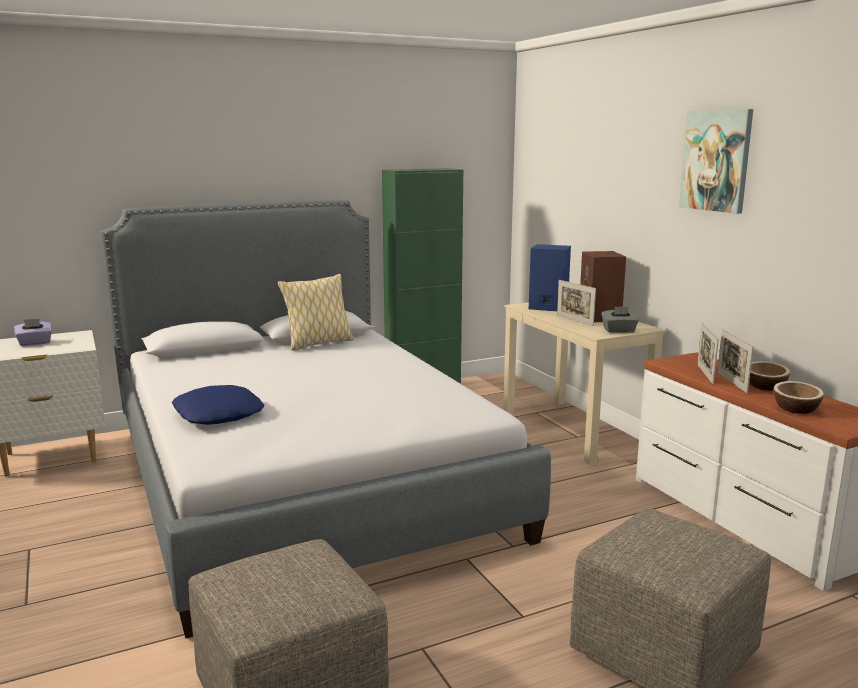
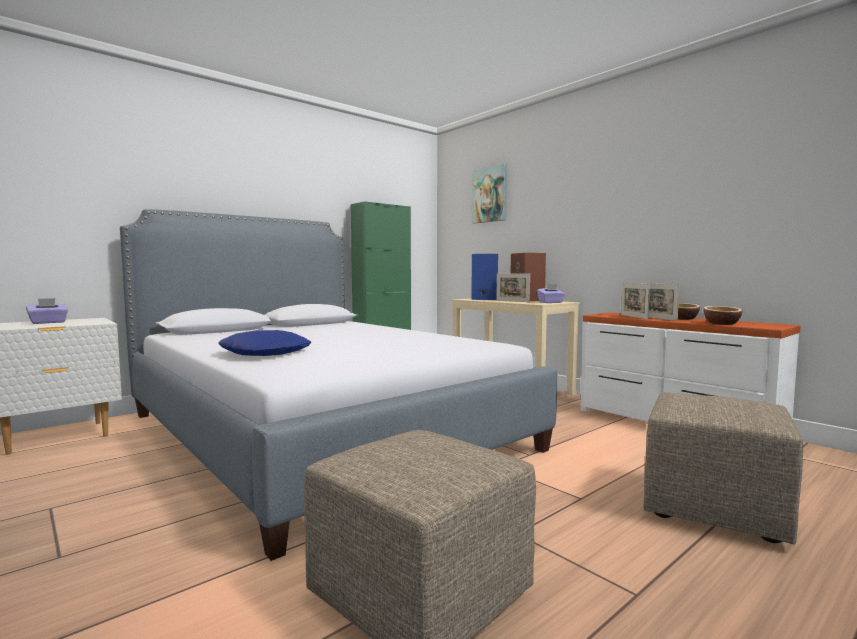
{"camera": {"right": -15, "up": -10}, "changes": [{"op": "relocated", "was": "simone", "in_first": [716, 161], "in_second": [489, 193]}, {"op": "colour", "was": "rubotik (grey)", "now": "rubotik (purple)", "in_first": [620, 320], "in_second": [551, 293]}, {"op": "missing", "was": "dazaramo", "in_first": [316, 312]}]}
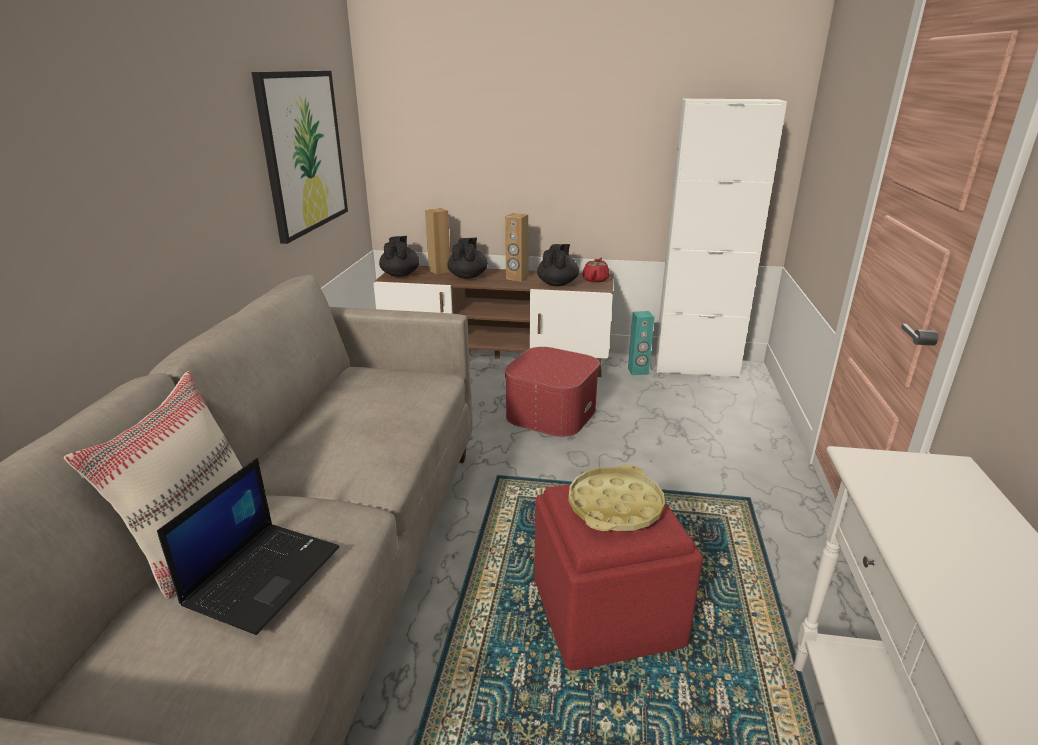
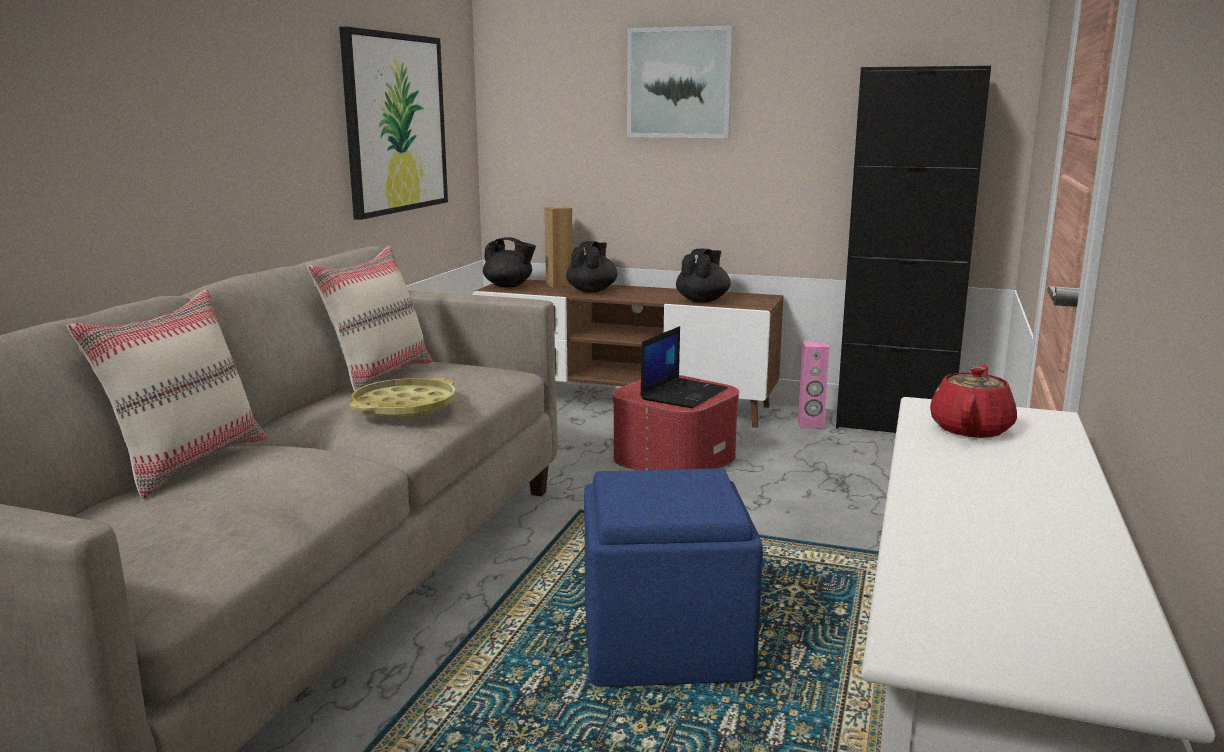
{"camera": {"right": 10, "up": -10}, "changes": [{"op": "appeared", "now": "dazaramo (beige)", "in_second": [369, 318]}, {"op": "relocated", "was": "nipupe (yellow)", "in_first": [616, 497], "in_second": [403, 399]}, {"op": "spun", "was": "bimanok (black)", "in_first": [399, 256], "in_second": [509, 262], "clockwise": 105}, {"op": "colour", "was": "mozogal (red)", "now": "mozogal (blue)", "in_first": [618, 572], "in_second": [673, 577]}, {"op": "appeared", "now": "simone", "in_second": [680, 81]}, {"op": "relocated", "was": "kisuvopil", "in_first": [248, 546], "in_second": [684, 367]}, {"op": "colour", "was": "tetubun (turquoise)", "now": "tetubun (pink)", "in_first": [641, 343], "in_second": [813, 385]}, {"op": "colour", "was": "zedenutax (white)", "now": "zedenutax (black)", "in_first": [721, 238], "in_second": [913, 249]}, {"op": "relocated", "was": "bimanok (red)", "in_first": [596, 270], "in_second": [973, 401]}, {"op": "missing", "was": "tetubun (brown)", "in_first": [516, 247]}]}
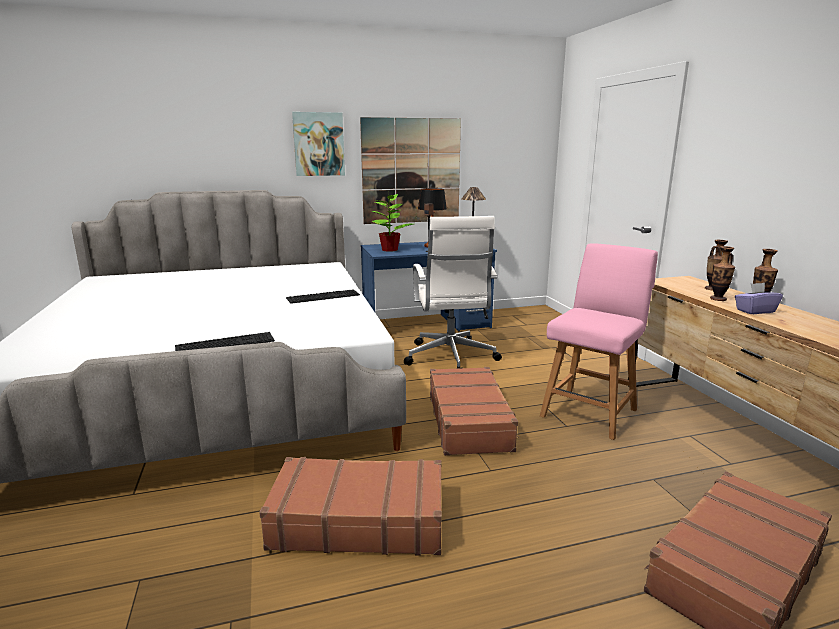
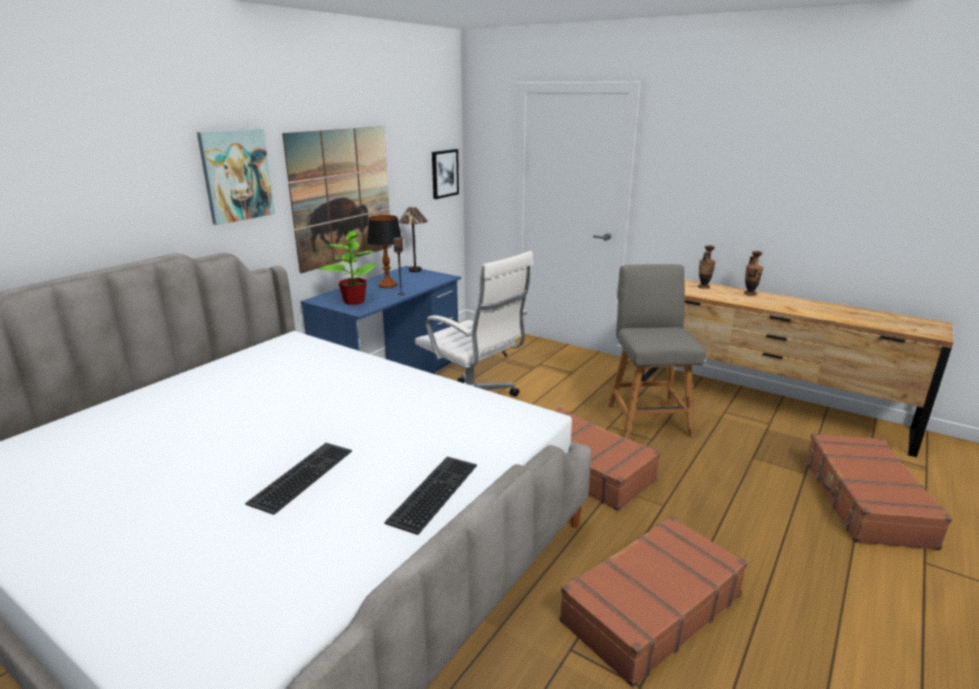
{"camera": {"right": -40, "up": 5}, "changes": [{"op": "relocated", "was": "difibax", "in_first": [323, 296], "in_second": [298, 479]}, {"op": "appeared", "now": "simone", "in_second": [445, 174]}, {"op": "colour", "was": "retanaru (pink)", "now": "retanaru (grey)", "in_first": [599, 341], "in_second": [657, 351]}, {"op": "missing", "was": "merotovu", "in_first": [722, 273]}, {"op": "missing", "was": "rubotik (purple)", "in_first": [759, 298]}]}
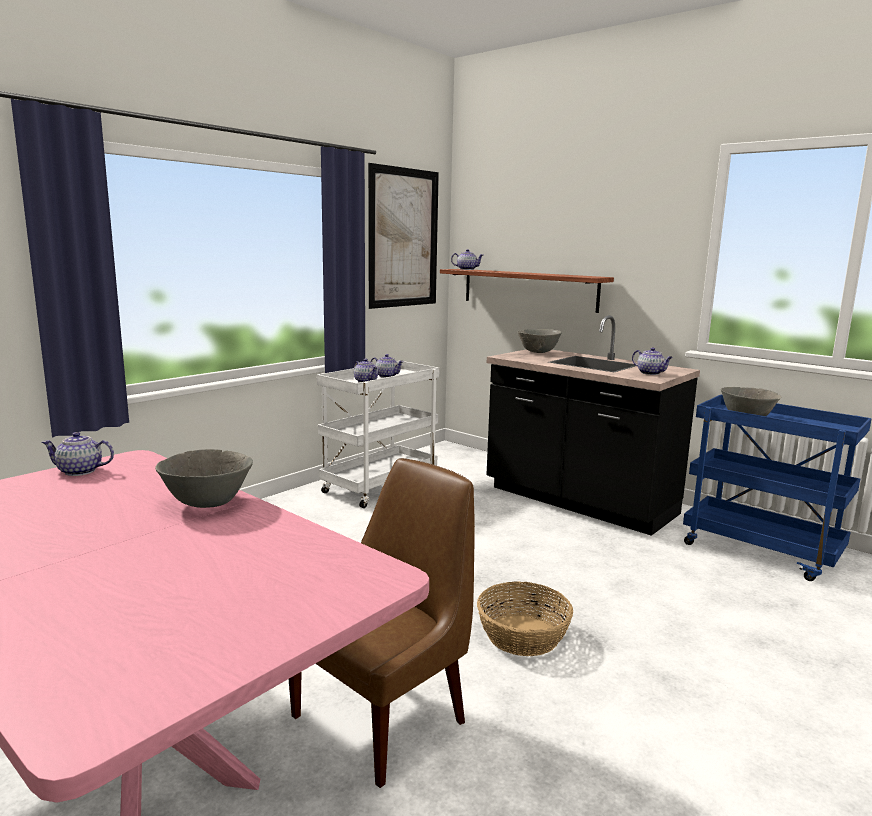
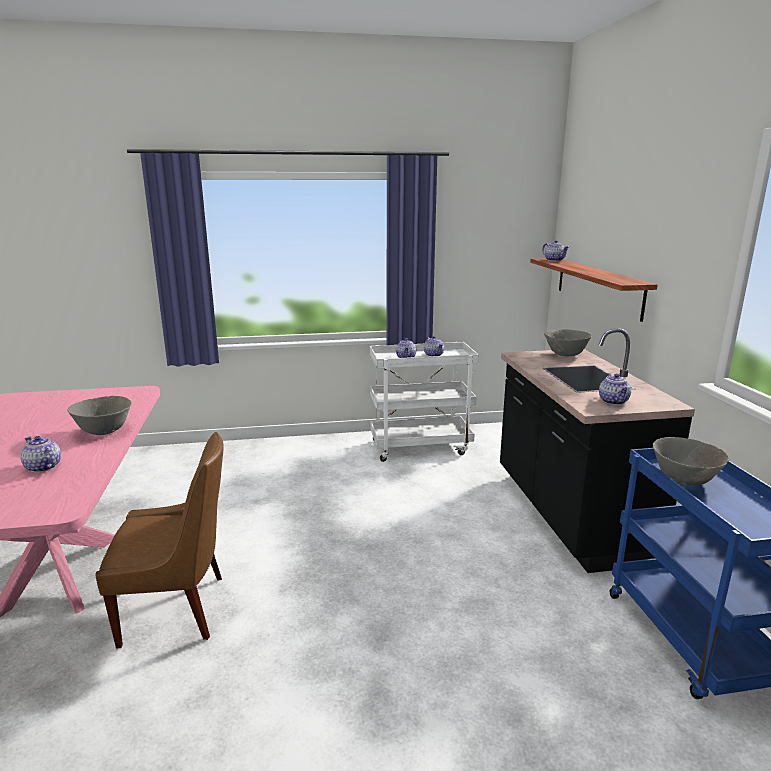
{"camera": {"right": 40, "up": 5}, "changes": [{"op": "relocated", "was": "bimanok", "in_first": [78, 454], "in_second": [40, 454]}, {"op": "missing", "was": "simone", "in_first": [403, 236]}, {"op": "missing", "was": "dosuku", "in_first": [525, 618]}]}
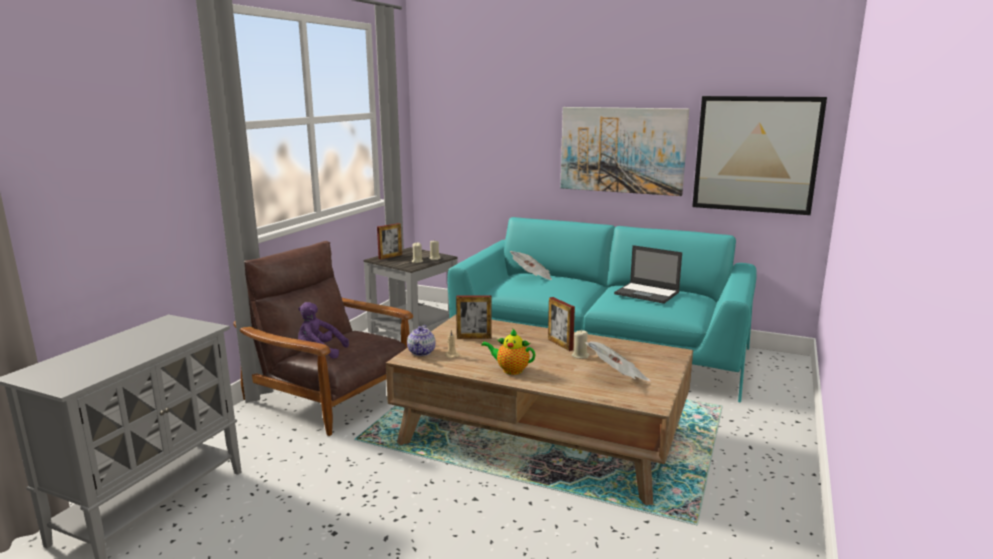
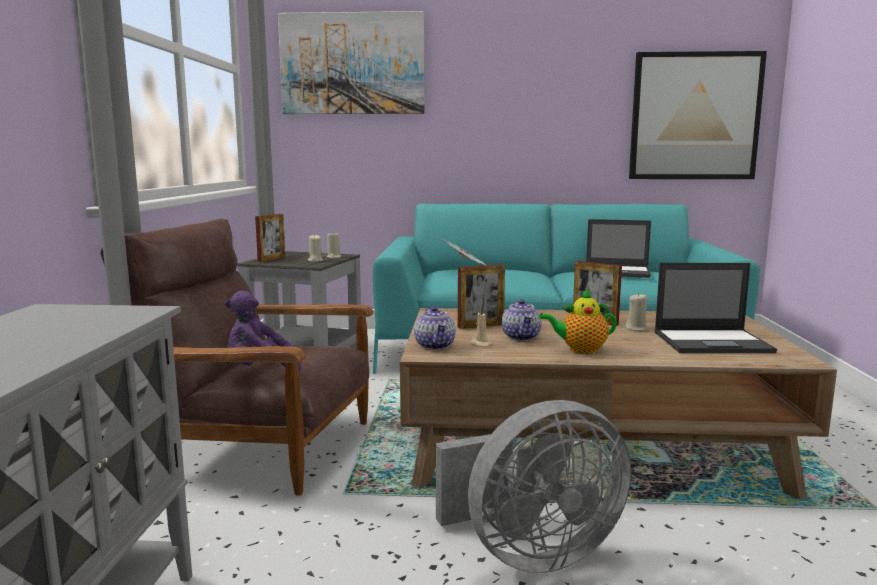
{"camera": {"right": -20, "up": -5}, "changes": [{"op": "relocated", "was": "simone", "in_first": [624, 151], "in_second": [351, 62]}, {"op": "appeared", "now": "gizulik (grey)", "in_second": [533, 486]}, {"op": "appeared", "now": "bimanok", "in_second": [522, 320]}, {"op": "exchanged", "was": "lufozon", "now": "kisuvopil", "in_first": [618, 361], "in_second": [715, 308]}]}
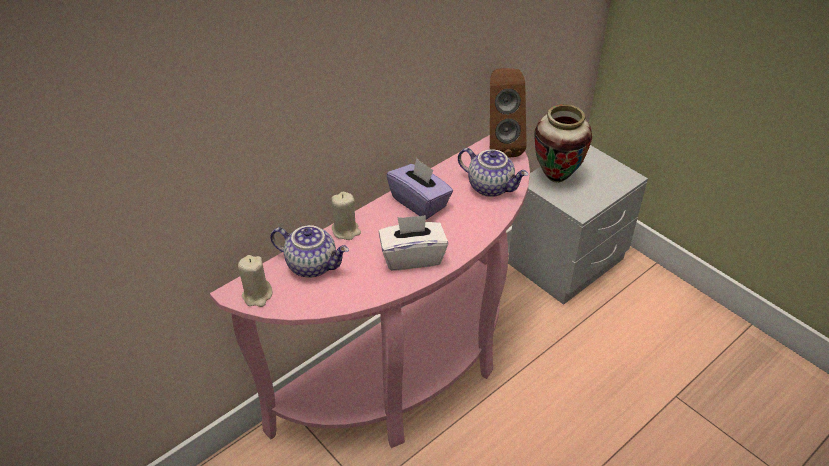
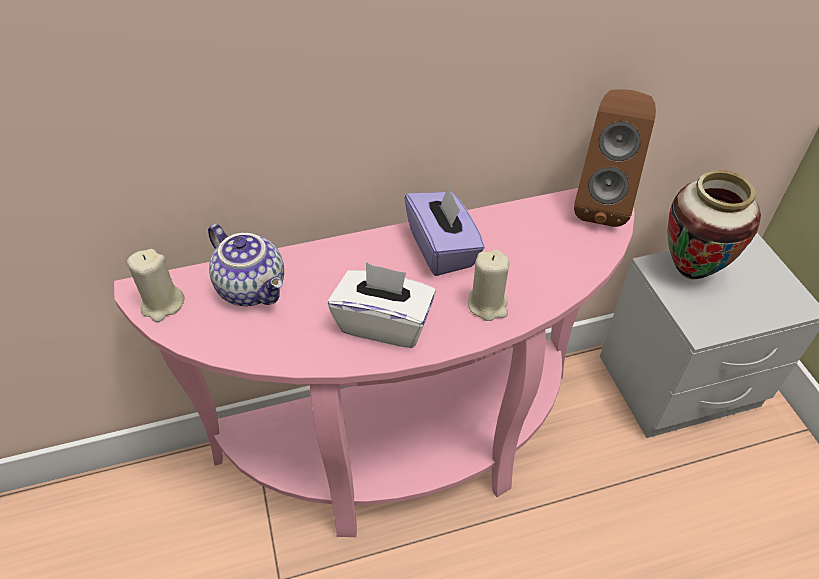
{"camera": {"right": 25, "up": 5}, "changes": [{"op": "relocated", "was": "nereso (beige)", "in_first": [346, 216], "in_second": [489, 285]}, {"op": "missing", "was": "bimanok", "in_first": [493, 172]}]}
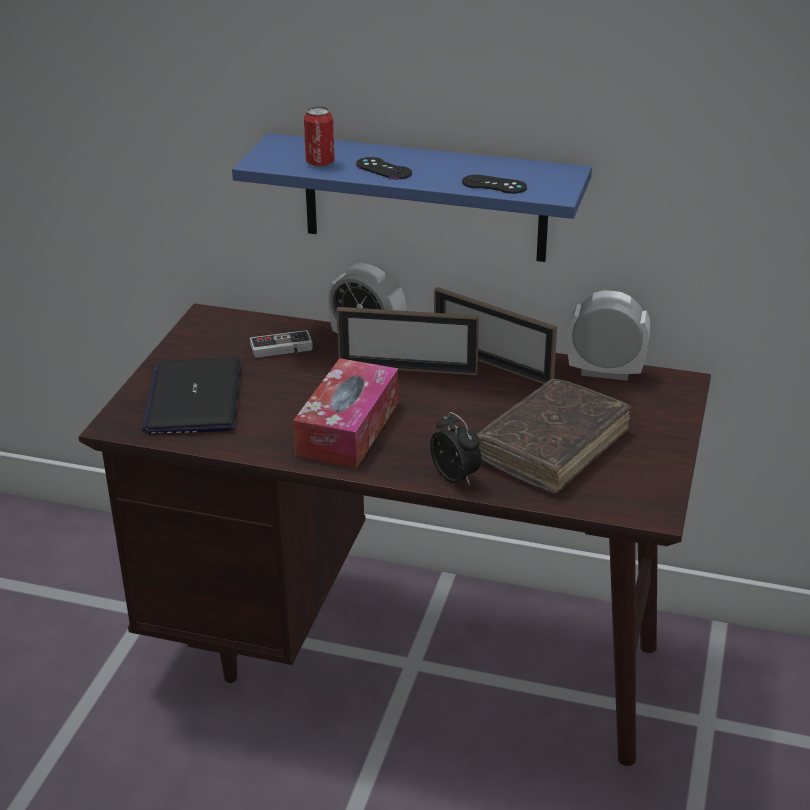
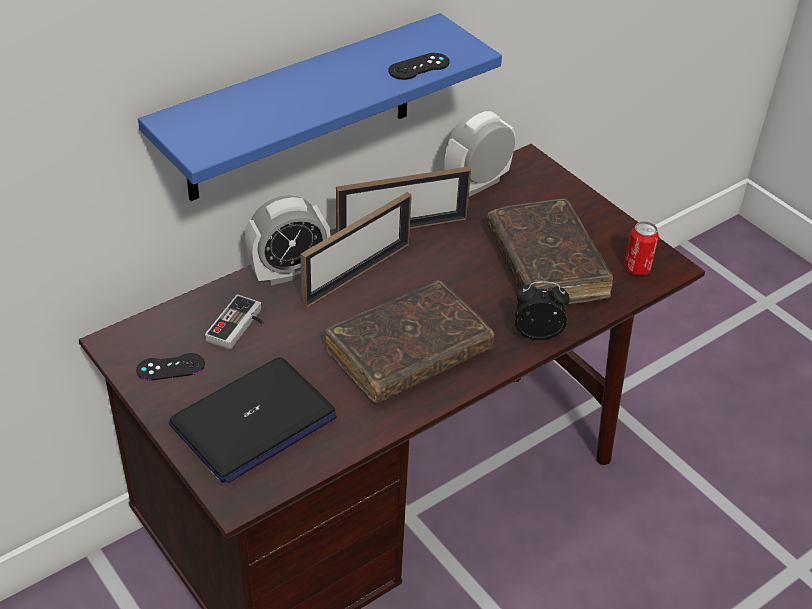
{"camera": {"right": -55, "up": 10}, "changes": [{"op": "relocated", "was": "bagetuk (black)", "in_first": [384, 168], "in_second": [170, 367]}, {"op": "spun", "was": "kisuvopil", "in_first": [191, 395], "in_second": [252, 420], "clockwise": -75}, {"op": "exchanged", "was": "rubotik", "now": "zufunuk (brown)", "in_first": [345, 413], "in_second": [409, 342]}, {"op": "relocated", "was": "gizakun", "in_first": [319, 136], "in_second": [641, 248]}]}
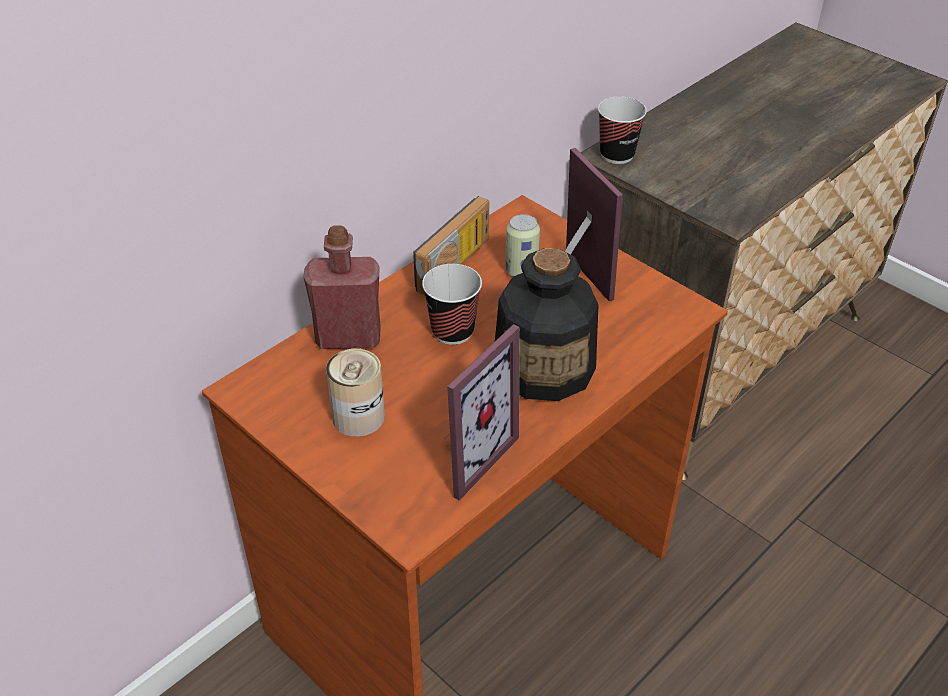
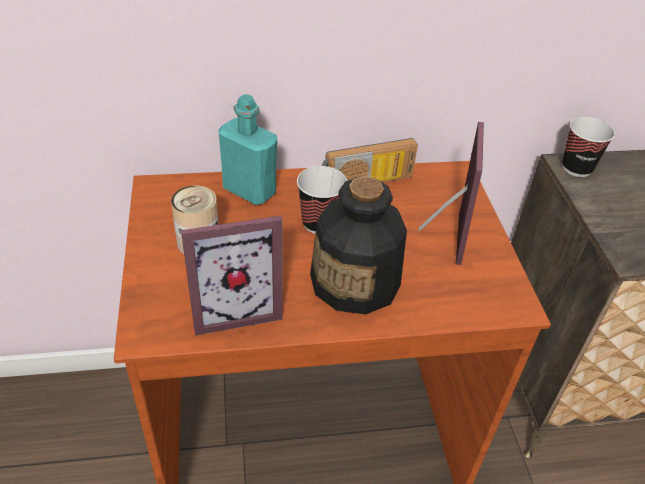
{"camera": {"right": 35, "up": 0}, "changes": [{"op": "colour", "was": "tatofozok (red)", "now": "tatofozok (turquoise)", "in_first": [342, 287], "in_second": [247, 149]}, {"op": "missing", "was": "gizakun", "in_first": [522, 245]}]}
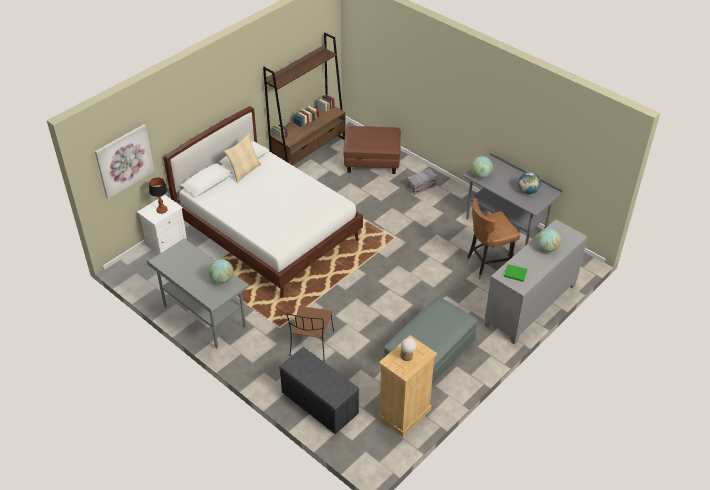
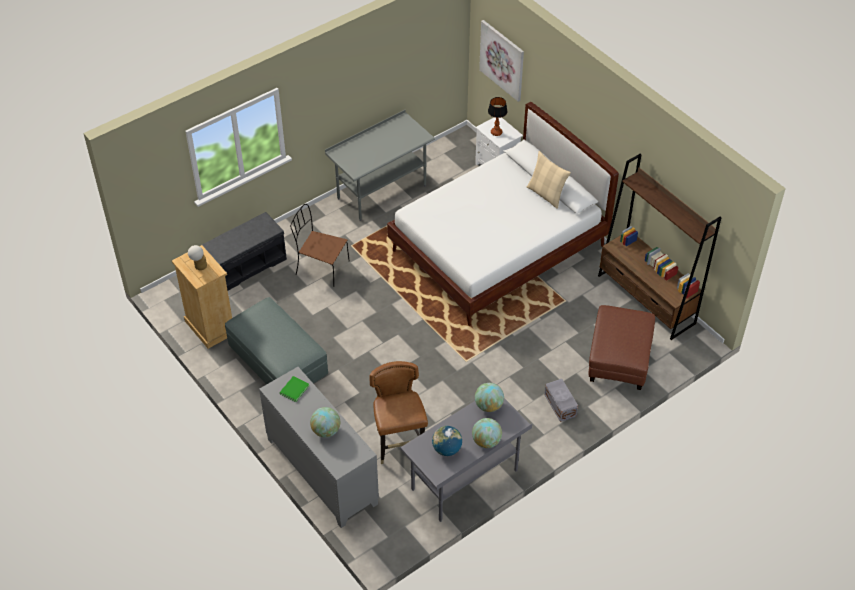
{"camera": {"right": 100, "up": 5}, "changes": [{"op": "relocated", "was": "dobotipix", "in_first": [221, 271], "in_second": [487, 433]}]}
